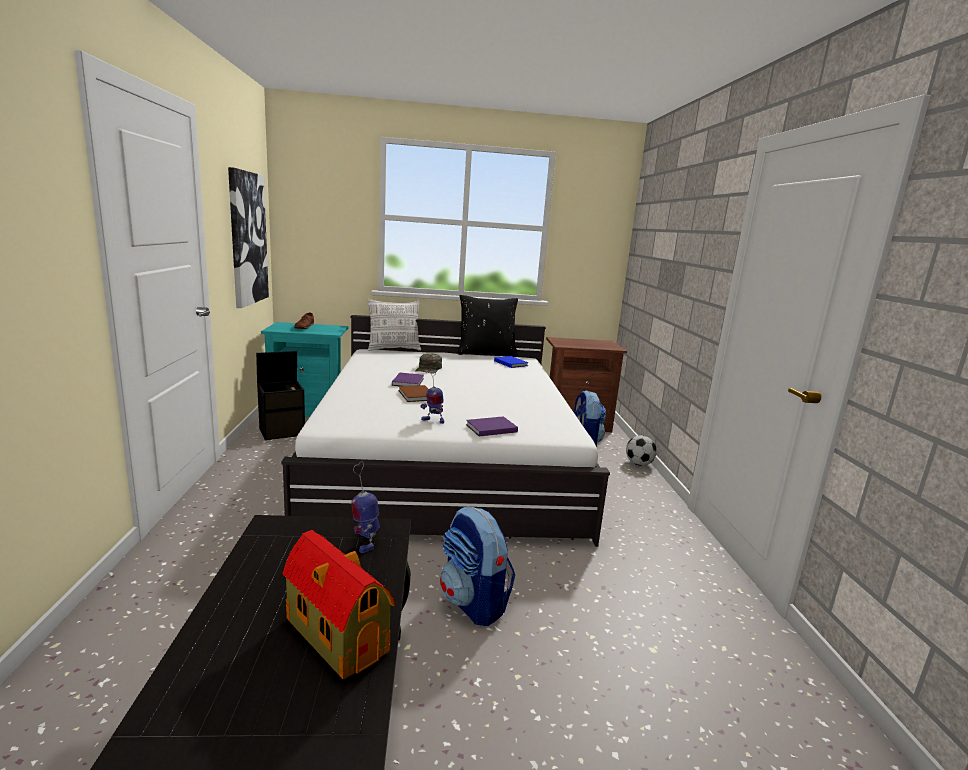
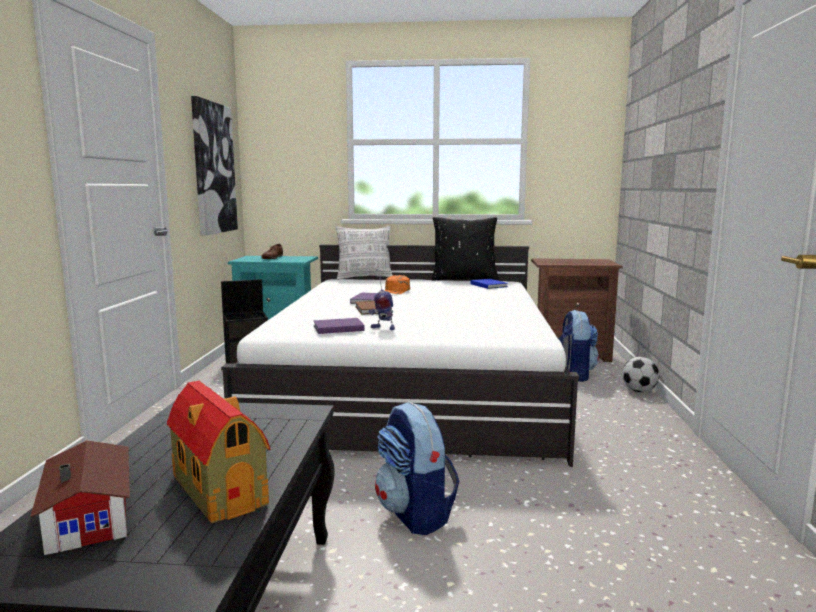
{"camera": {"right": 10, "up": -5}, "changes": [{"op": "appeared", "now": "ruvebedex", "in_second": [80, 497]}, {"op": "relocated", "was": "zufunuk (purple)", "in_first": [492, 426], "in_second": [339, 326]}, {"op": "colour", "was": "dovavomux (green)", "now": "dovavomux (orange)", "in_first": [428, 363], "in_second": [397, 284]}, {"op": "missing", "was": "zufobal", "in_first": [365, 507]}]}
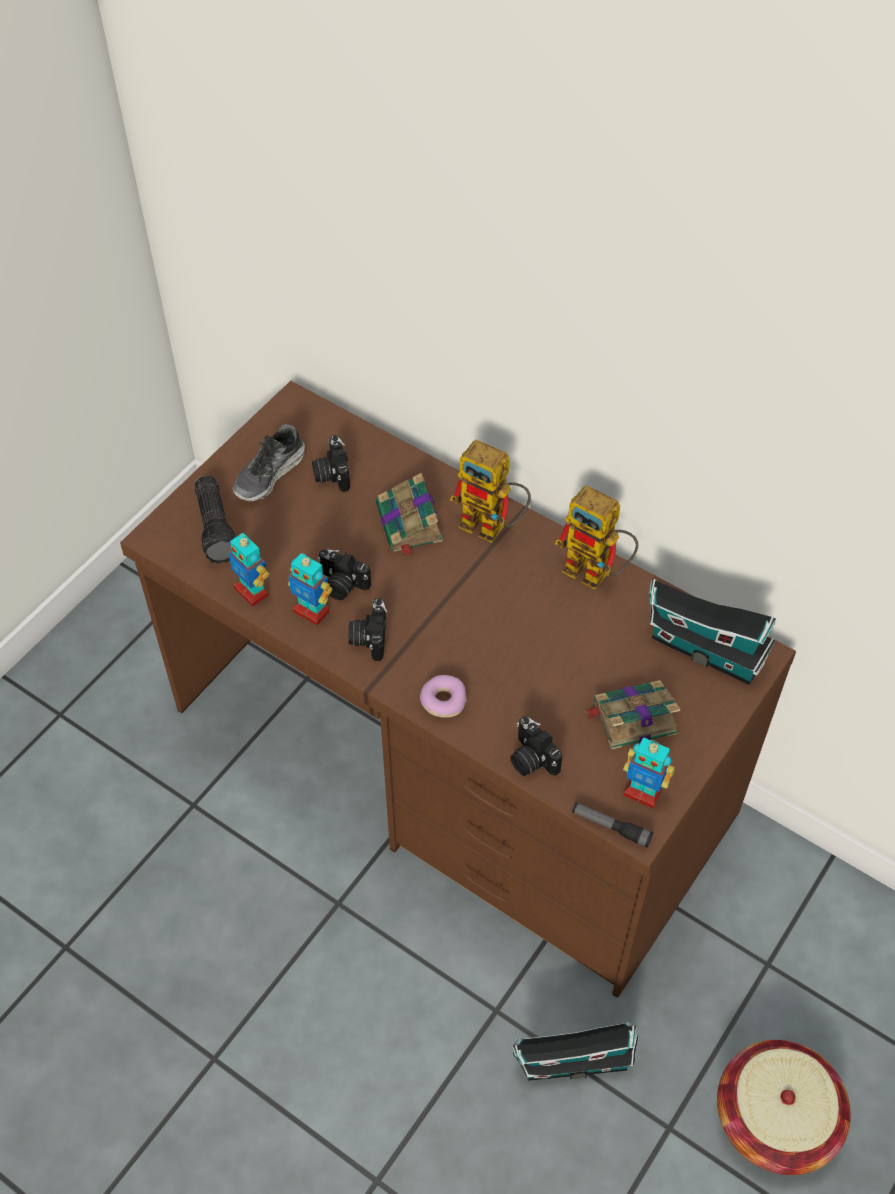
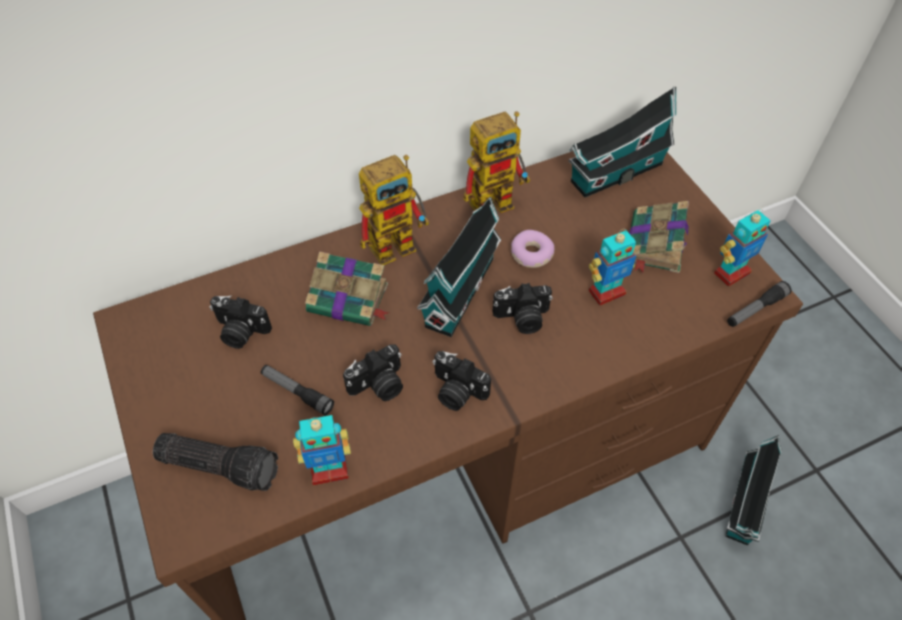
{"camera": {"right": -60, "up": 0}, "changes": [{"op": "appeared", "now": "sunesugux", "in_second": [297, 390]}, {"op": "appeared", "now": "ruvebedex", "in_second": [459, 266]}, {"op": "relocated", "was": "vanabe", "in_first": [536, 746], "in_second": [522, 308]}, {"op": "relocated", "was": "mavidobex", "in_first": [443, 696], "in_second": [532, 249]}, {"op": "relocated", "was": "zufobal", "in_first": [310, 589], "in_second": [612, 267]}, {"op": "missing", "was": "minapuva", "in_first": [269, 462]}, {"op": "missing", "was": "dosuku", "in_first": [784, 1107]}]}
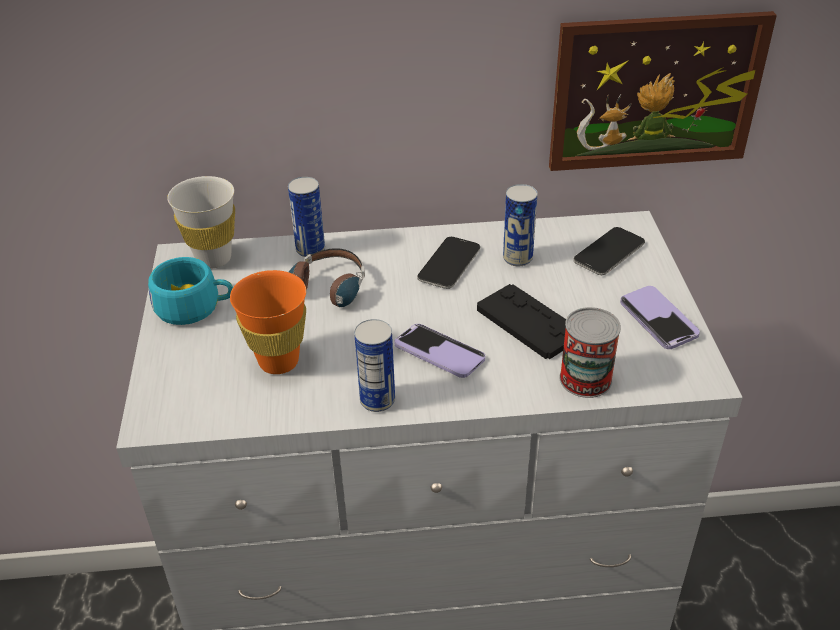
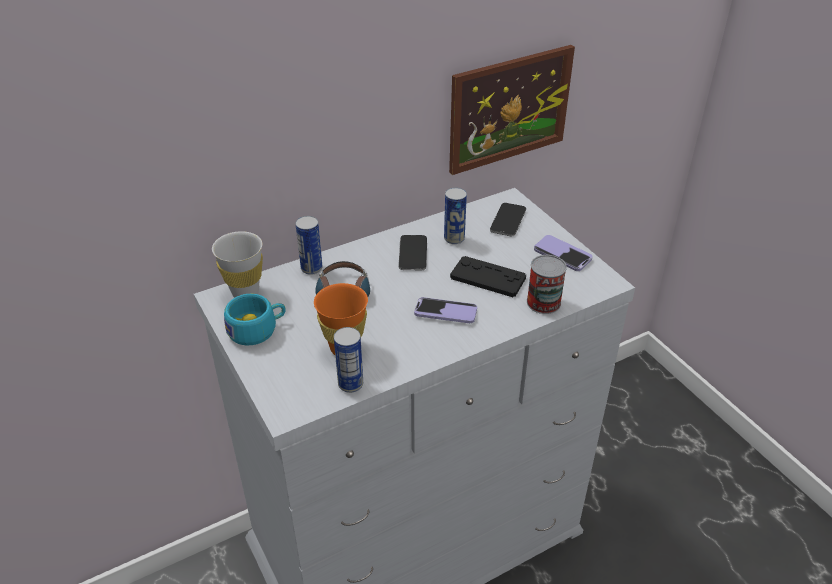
{"camera": {"right": -25, "up": 0}, "changes": [{"op": "relocated", "was": "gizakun", "in_first": [374, 365], "in_second": [348, 360]}]}
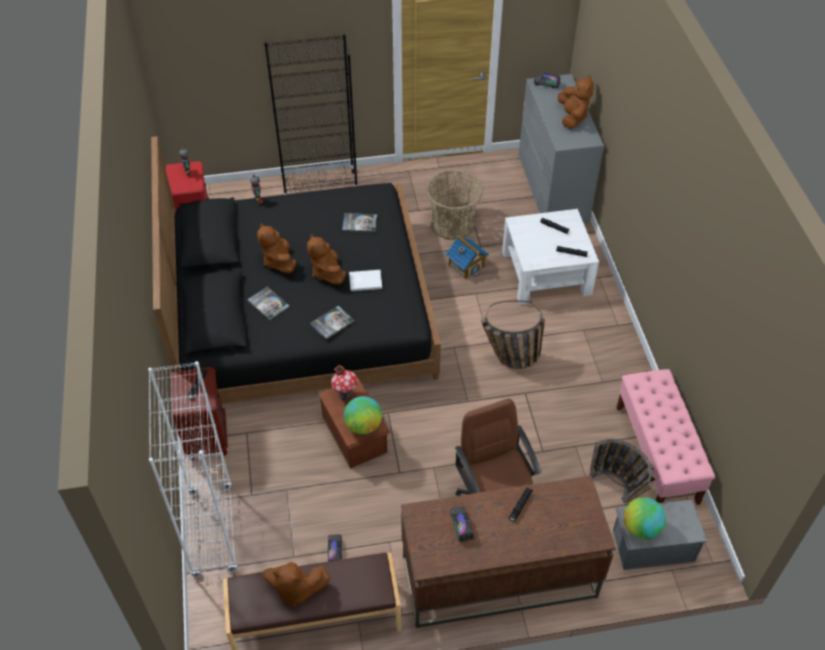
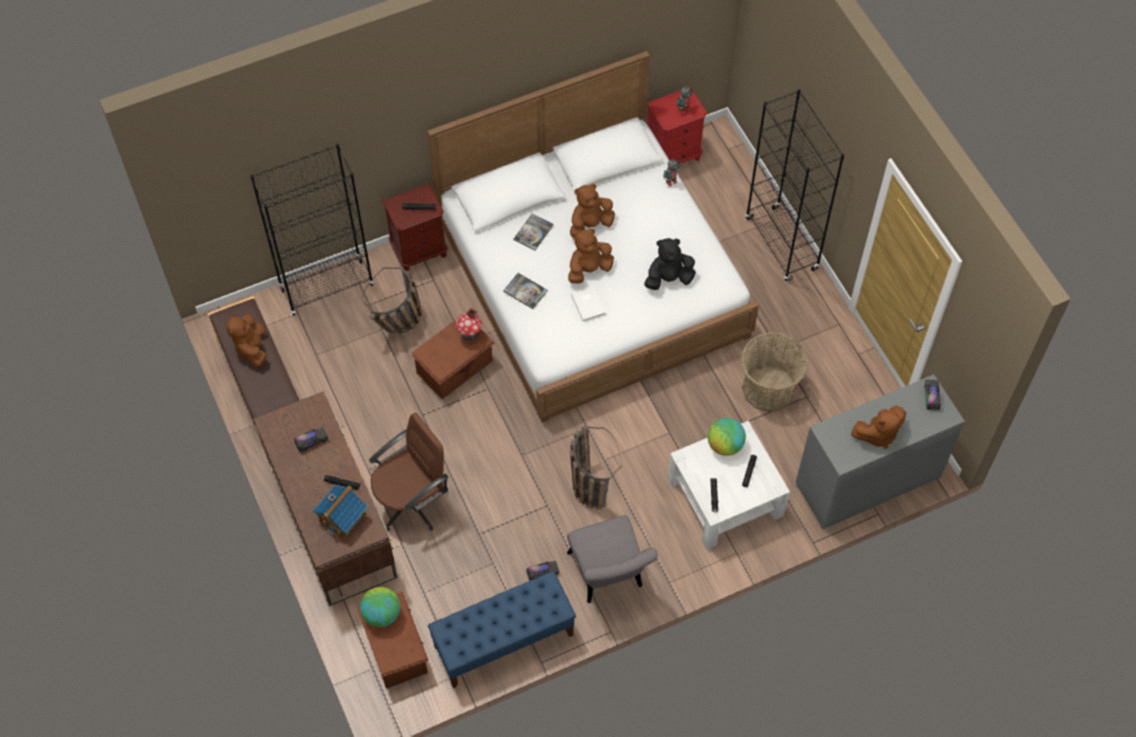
{"camera": {"right": 75, "up": 10}, "changes": [{"op": "colour", "was": "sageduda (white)", "now": "sageduda (black)", "in_first": [193, 469], "in_second": [312, 230]}, {"op": "relocated", "was": "ruvebedex", "in_first": [467, 257], "in_second": [340, 512]}, {"op": "colour", "was": "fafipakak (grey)", "now": "fafipakak (brown)", "in_first": [660, 535], "in_second": [393, 640]}, {"op": "relocated", "was": "dosuku", "in_first": [623, 471], "in_second": [392, 300]}, {"op": "colour", "was": "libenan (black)", "now": "libenan (white)", "in_first": [296, 270], "in_second": [593, 236]}, {"op": "colour", "was": "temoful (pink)", "now": "temoful (blue)", "in_first": [665, 437], "in_second": [502, 629]}, {"op": "relocated", "was": "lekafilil", "in_first": [335, 548], "in_second": [542, 571]}, {"op": "appeared", "now": "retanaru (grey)", "in_second": [612, 559]}, {"op": "exchanged", "was": "zufunuk", "now": "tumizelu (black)", "in_first": [359, 223], "in_second": [670, 264]}, {"op": "relocated", "was": "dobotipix", "in_first": [363, 415], "in_second": [727, 437]}]}
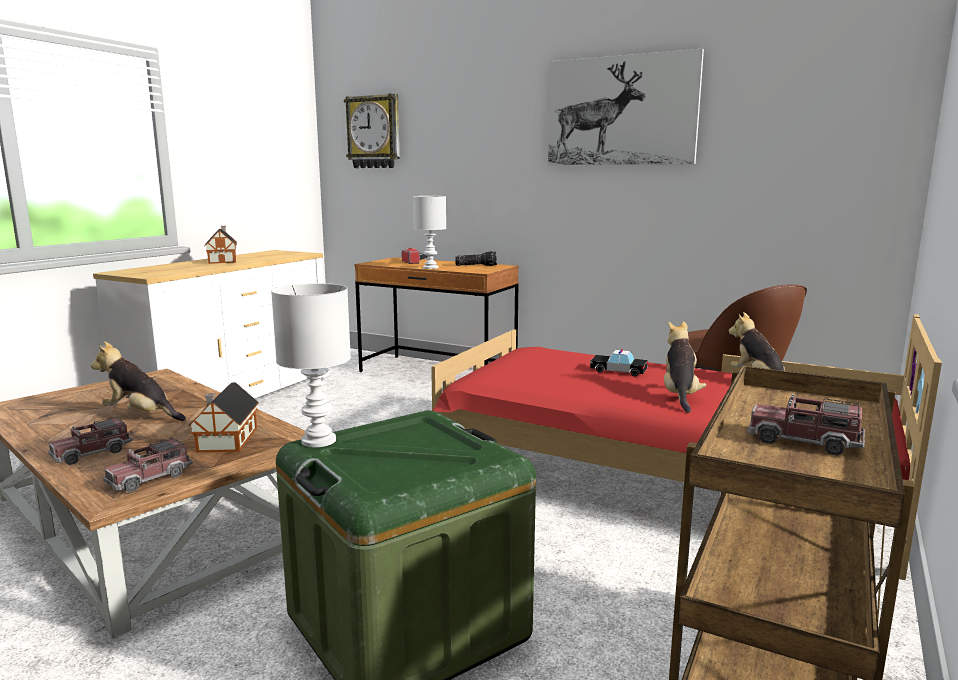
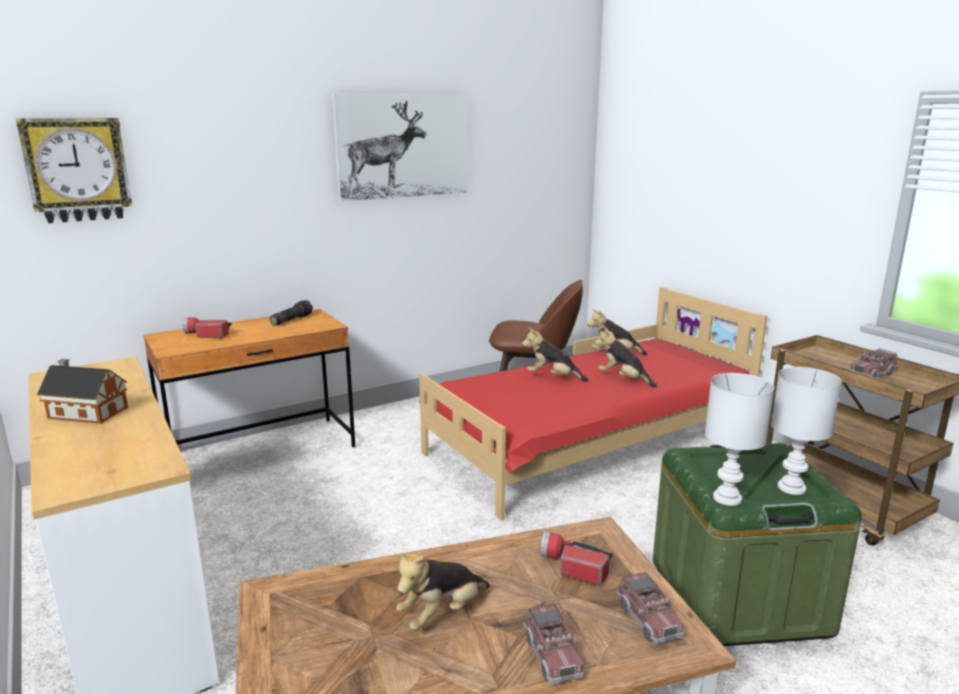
{"camera": {"right": -60, "up": 5}, "changes": [{"op": "exchanged", "was": "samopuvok", "now": "tumizelu", "in_first": [619, 363], "in_second": [555, 354]}, {"op": "exchanged", "was": "ruvebedex", "now": "sunesugux", "in_first": [223, 417], "in_second": [576, 558]}, {"op": "relocated", "was": "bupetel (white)", "in_first": [429, 232], "in_second": [806, 431]}]}
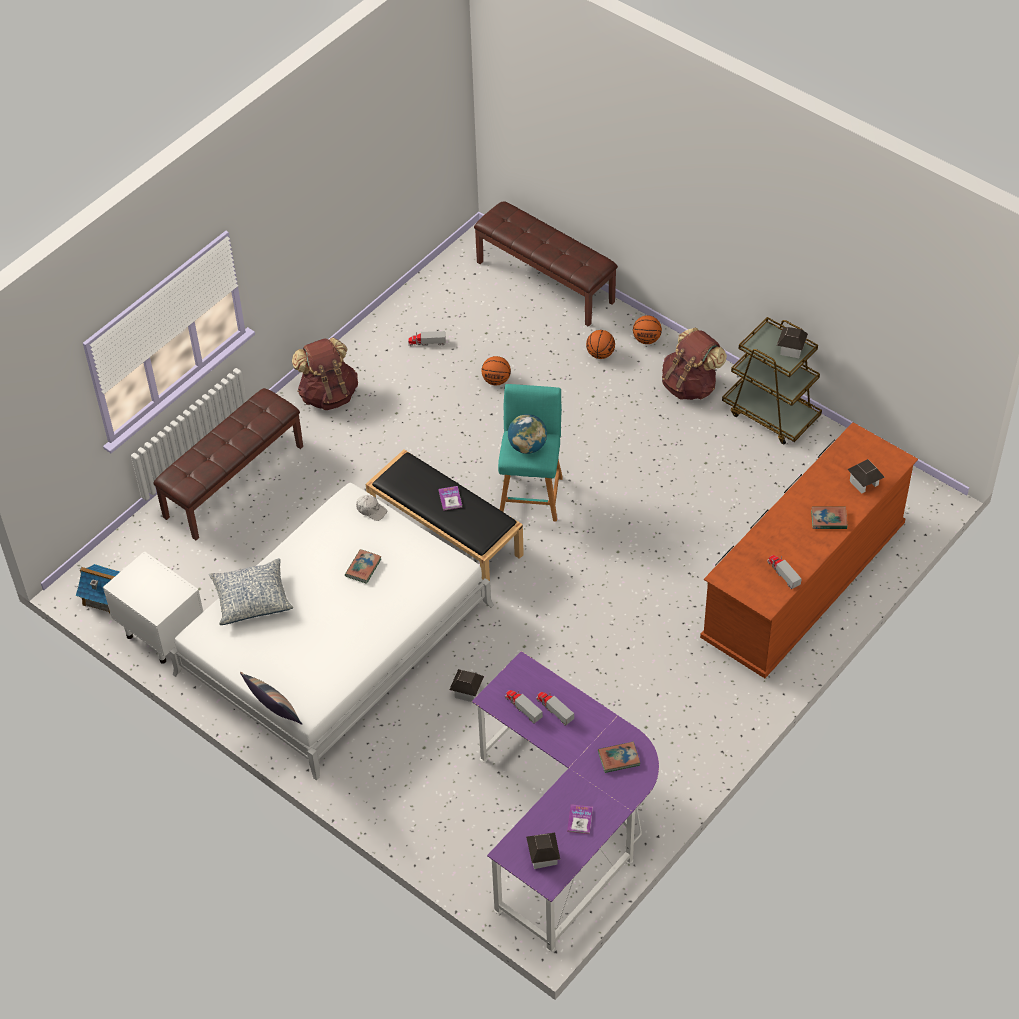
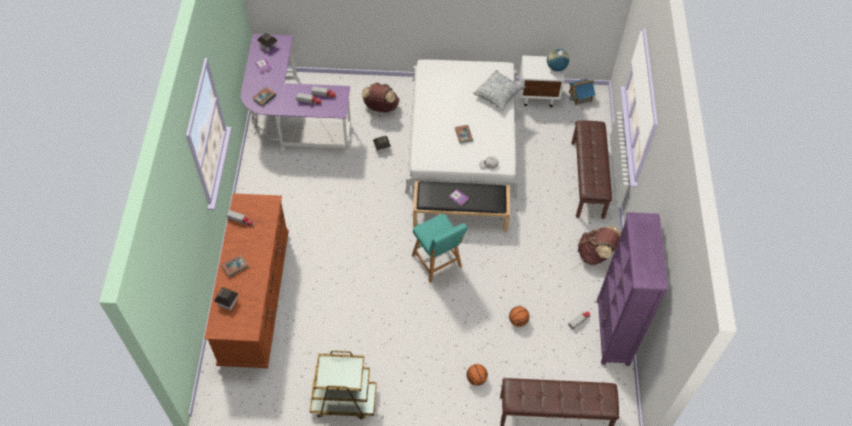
{"camera": {"right": 140, "up": 5}, "changes": [{"op": "relocated", "was": "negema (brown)", "in_first": [694, 364], "in_second": [380, 97]}, {"op": "relocated", "was": "dobotipix", "in_first": [527, 434], "in_second": [558, 60]}, {"op": "appeared", "now": "sageduda (purple)", "in_second": [632, 289]}, {"op": "missing", "was": "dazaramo", "in_first": [271, 698]}, {"op": "missing", "was": "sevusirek", "in_first": [647, 329]}, {"op": "missing", "was": "ruvebedex", "in_first": [792, 342]}]}
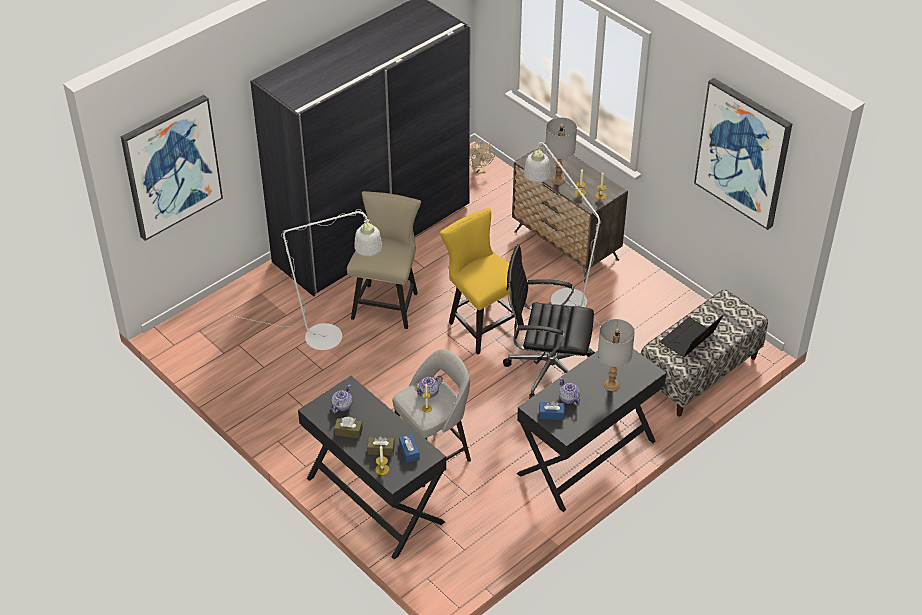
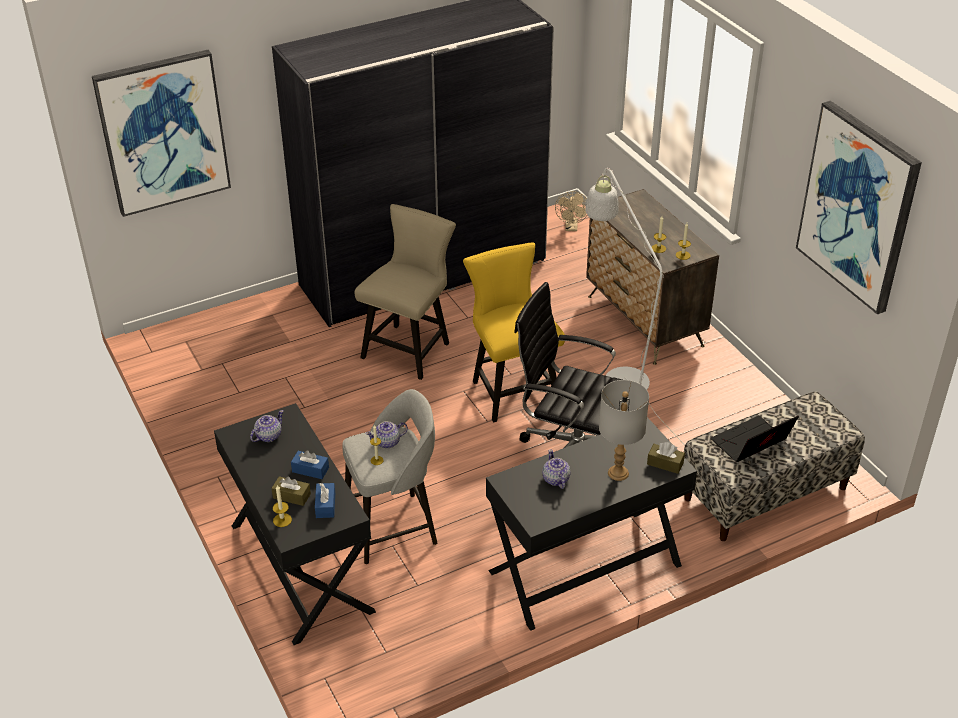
{"camera": {"right": 15, "up": -5}, "changes": [{"op": "relocated", "was": "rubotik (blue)", "in_first": [552, 410], "in_second": [310, 464]}, {"op": "relocated", "was": "rubotik (brown)", "in_first": [348, 427], "in_second": [666, 458]}, {"op": "missing", "was": "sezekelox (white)", "in_first": [305, 279]}, {"op": "missing", "was": "bupetel (grey)", "in_first": [561, 151]}]}
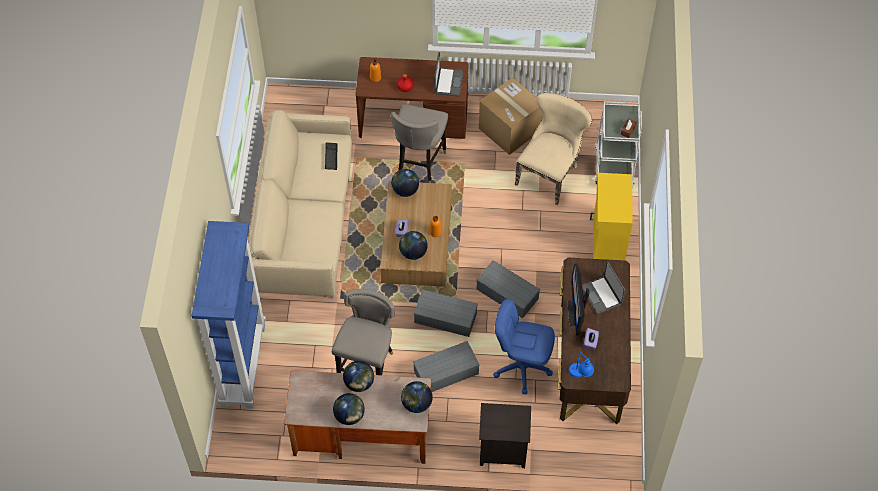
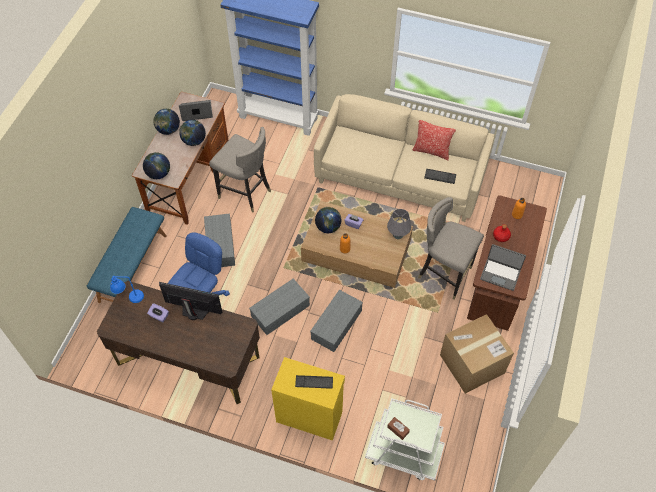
{"camera": {"right": 105, "up": 0}, "changes": [{"op": "exchanged", "was": "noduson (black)", "now": "temoful (blue)", "in_first": [505, 435], "in_second": [127, 255]}, {"op": "relocated", "was": "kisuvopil", "in_first": [603, 288], "in_second": [196, 110]}, {"op": "appeared", "now": "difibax", "in_second": [314, 382]}, {"op": "relocated", "was": "fafipakak (grey)", "in_first": [446, 313], "in_second": [336, 321]}, {"op": "exchanged", "was": "dobotipix", "now": "bupetel (grey)", "in_first": [405, 183], "in_second": [399, 224]}, {"op": "appeared", "now": "dazaramo", "in_second": [434, 140]}, {"op": "missing", "was": "retanaru (beige)", "in_first": [553, 149]}]}
